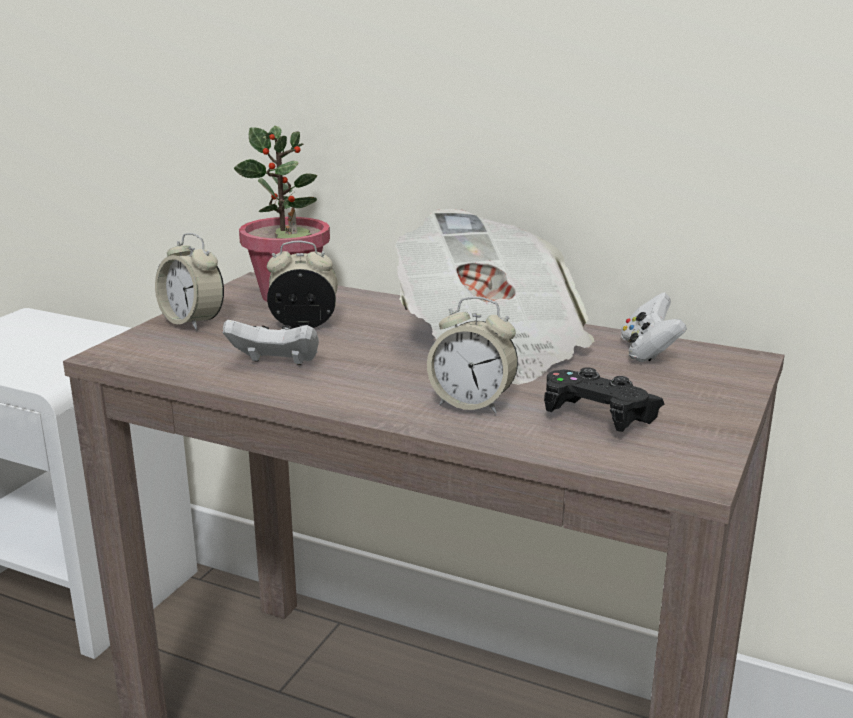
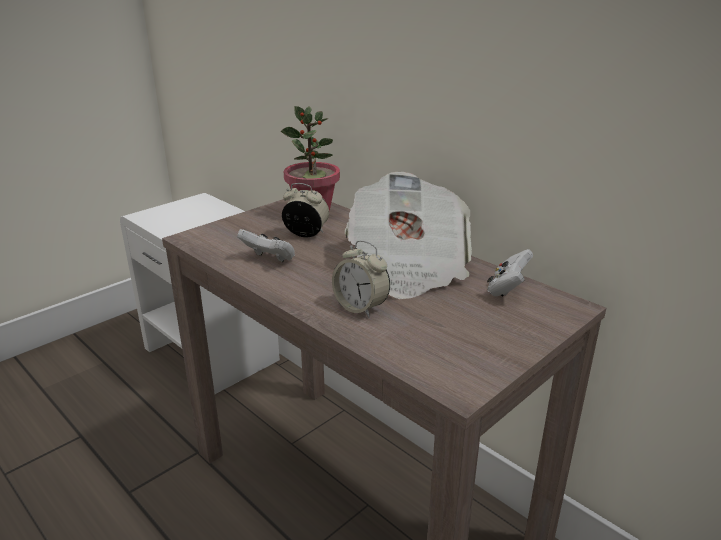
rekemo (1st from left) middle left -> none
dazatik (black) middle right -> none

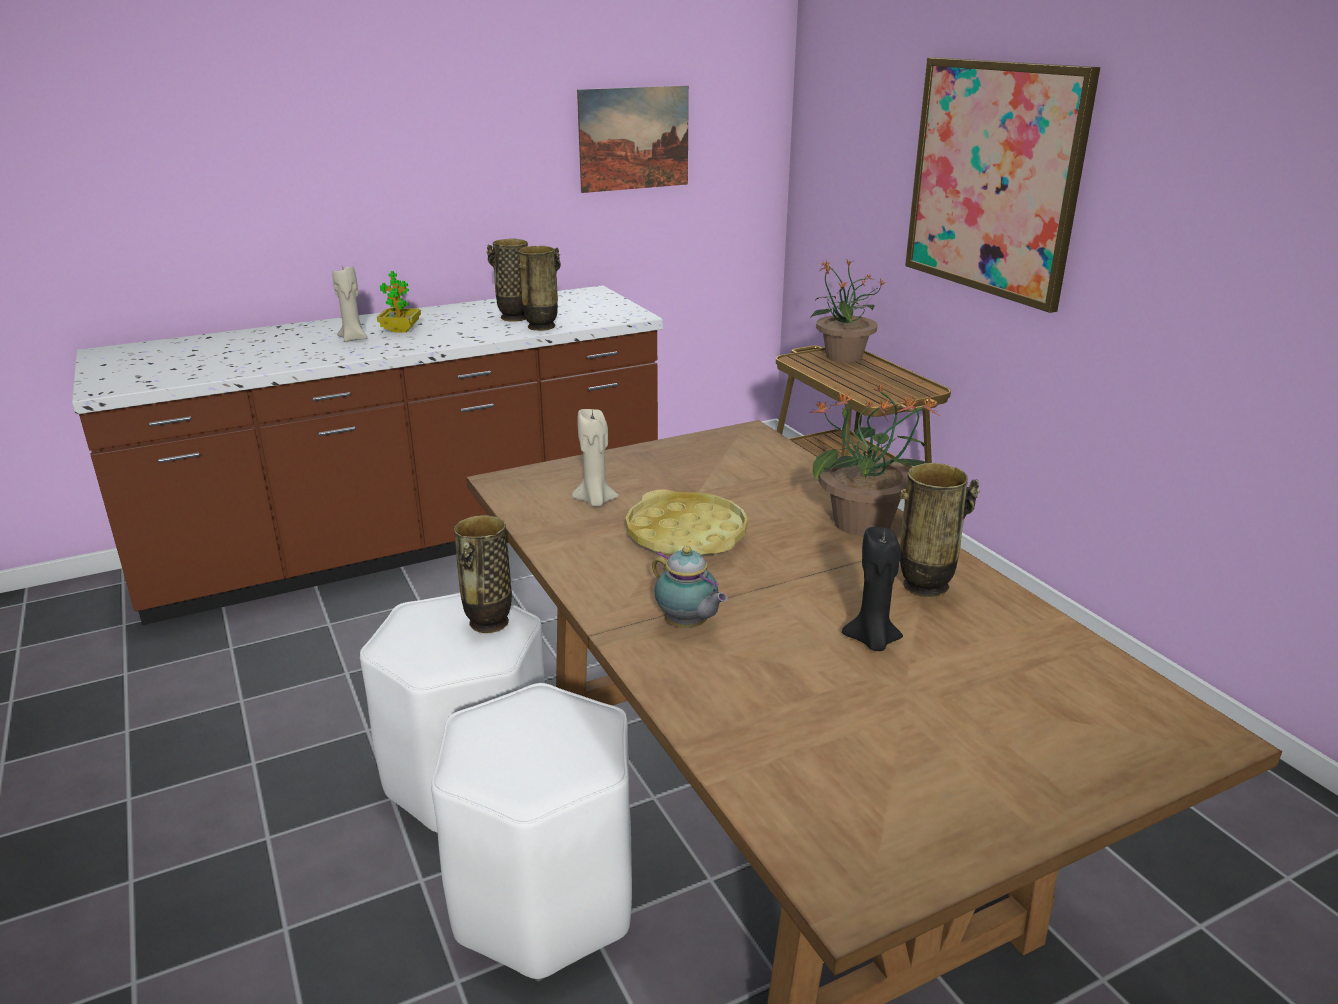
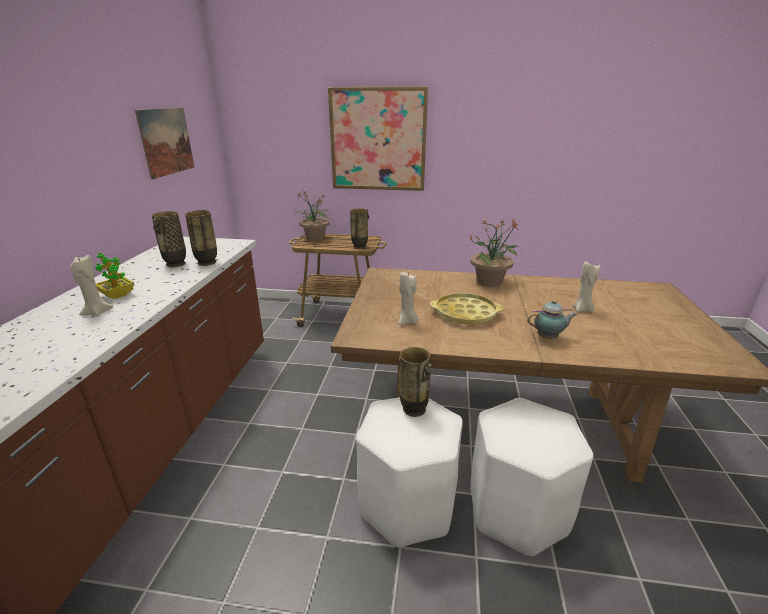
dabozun (4th from left in the first image) middle right -> dabozun (3rd from left) centre, move
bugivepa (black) centre -> bugivepa (beige) (3rd from left) middle right

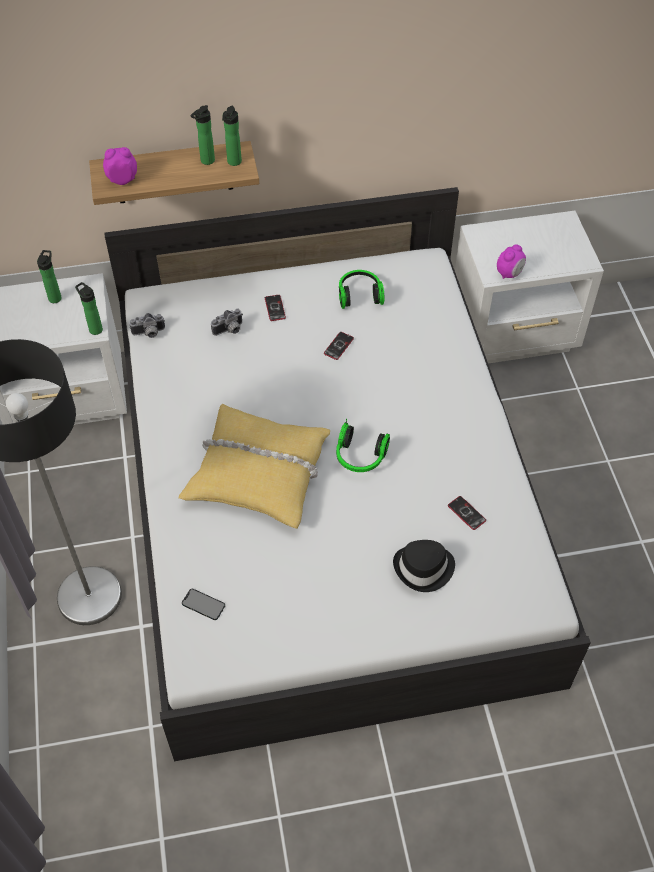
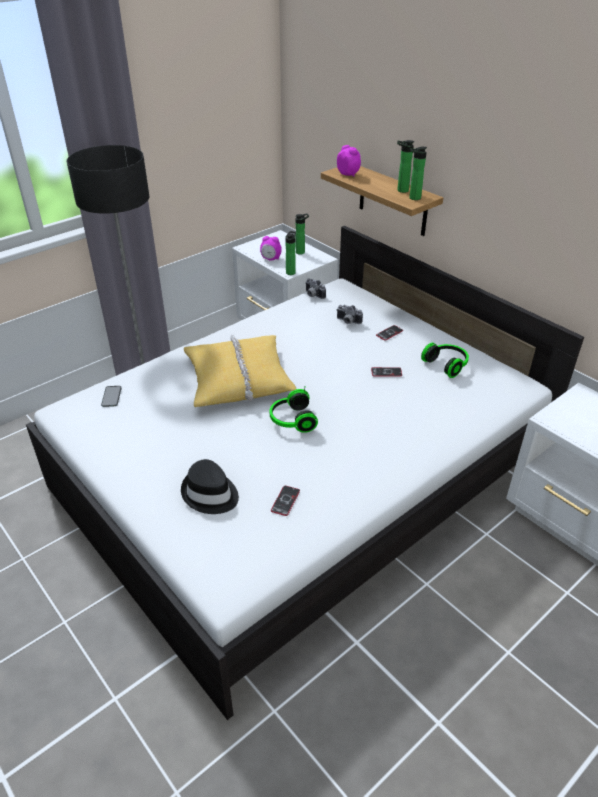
rekemo (2nd from left in the first image) top right -> rekemo (1st from left) top centre, move

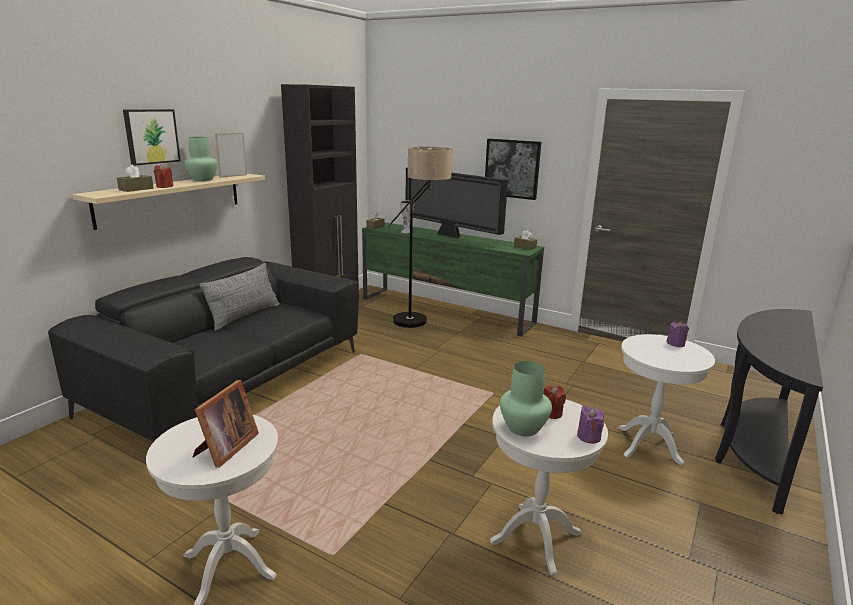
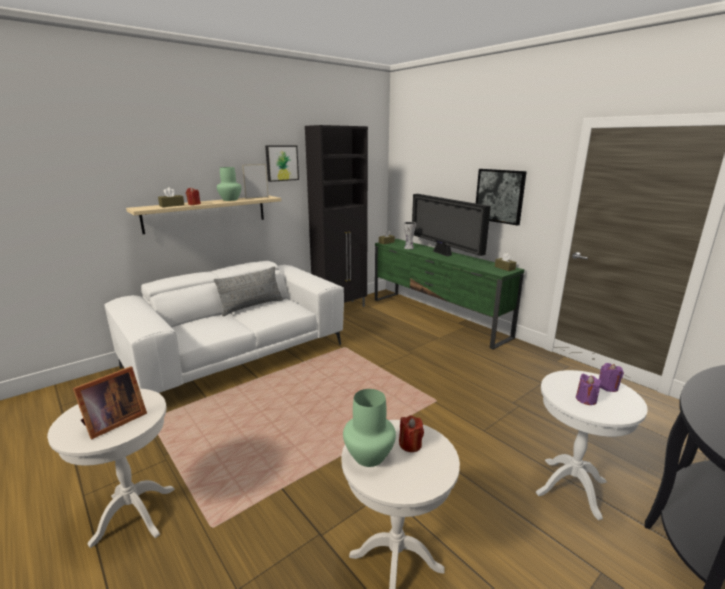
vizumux (1st from left) top left -> vizumux (1st from left) top centre, move
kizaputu centre -> none
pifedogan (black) middle left -> pifedogan (white) middle left
bugivepa (purple) (1st from left) bottom right -> bugivepa (purple) (1st from left) middle right, move

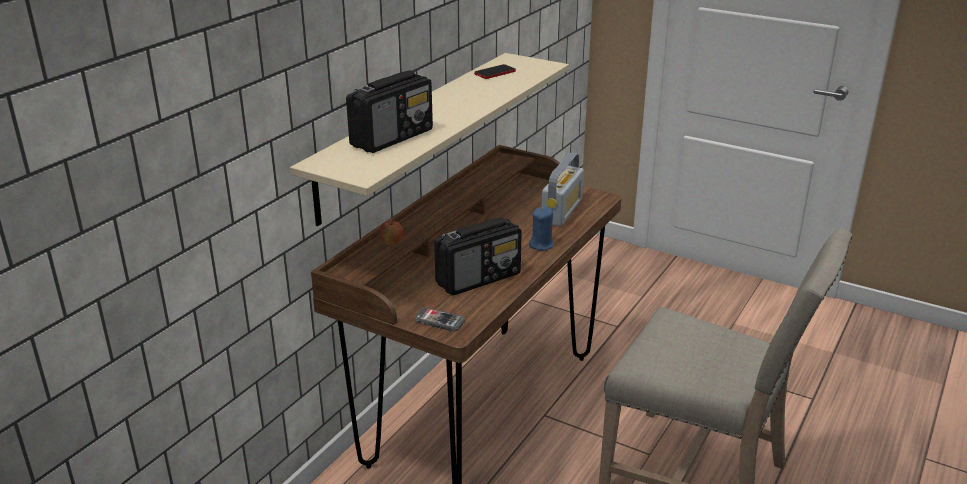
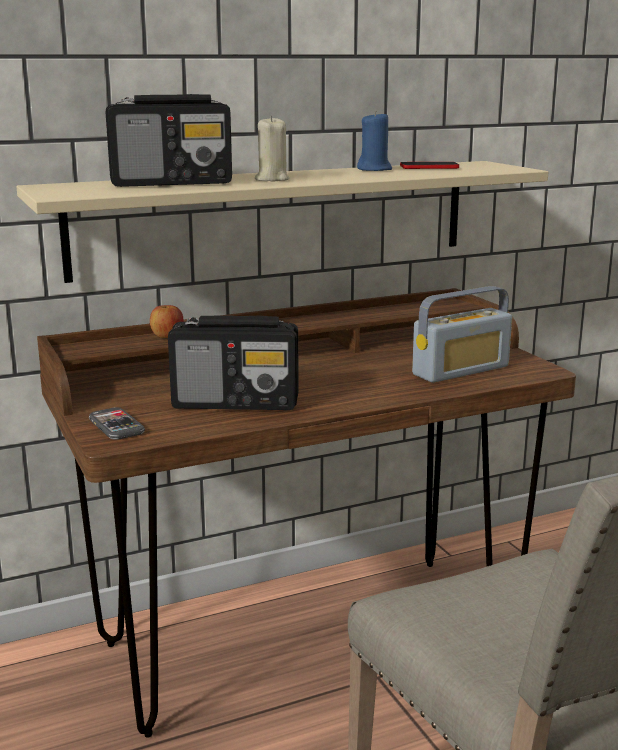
bugivepa (blue) centre -> bugivepa (blue) top centre, move
none -> bugivepa (beige) top centre

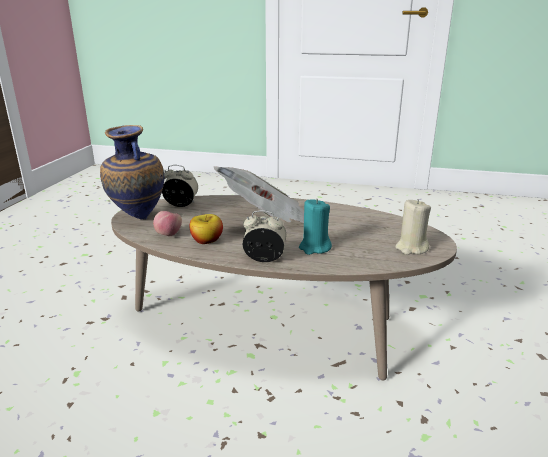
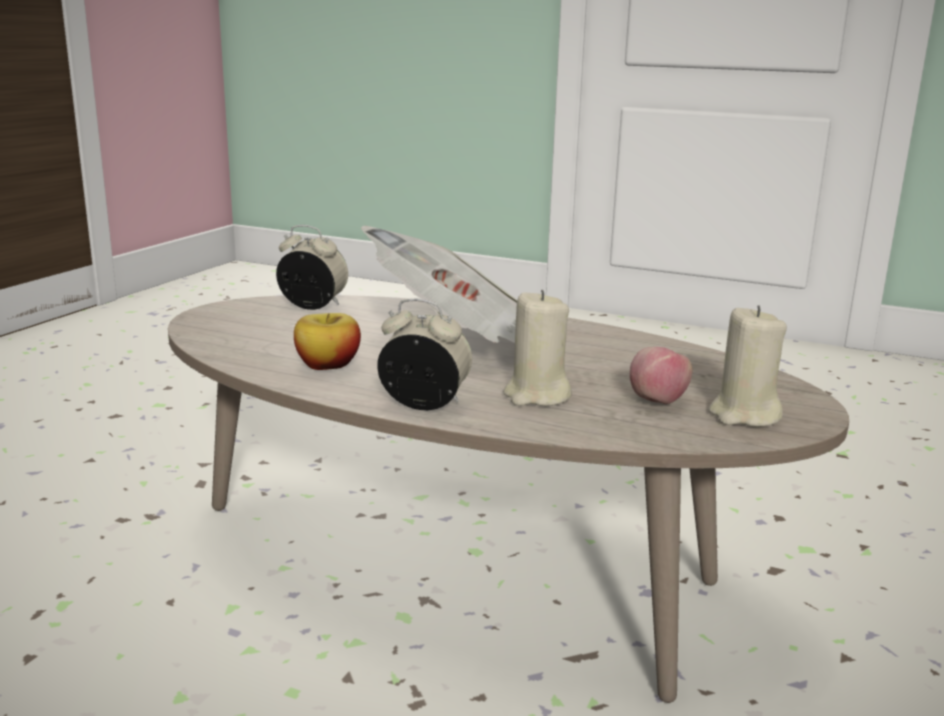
dabozun middle left -> none
bugivepa (turquoise) centre -> bugivepa (beige) (1st from left) centre
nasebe (1st from left in the first image) middle left -> nasebe (2nd from left) middle right, move

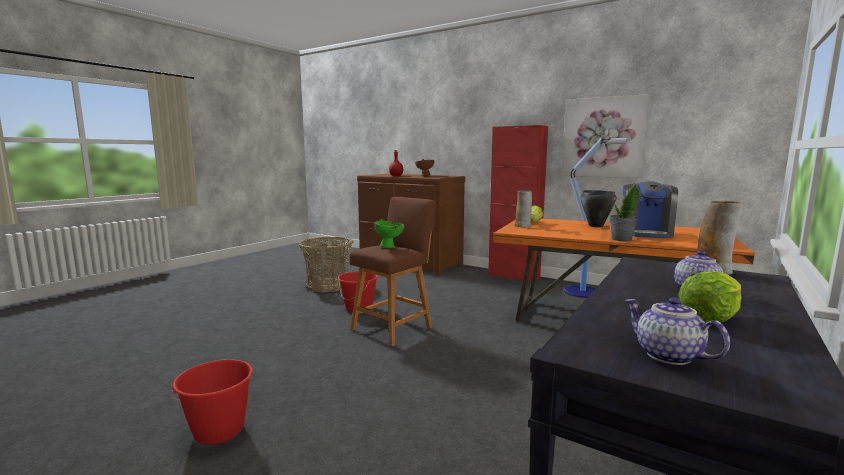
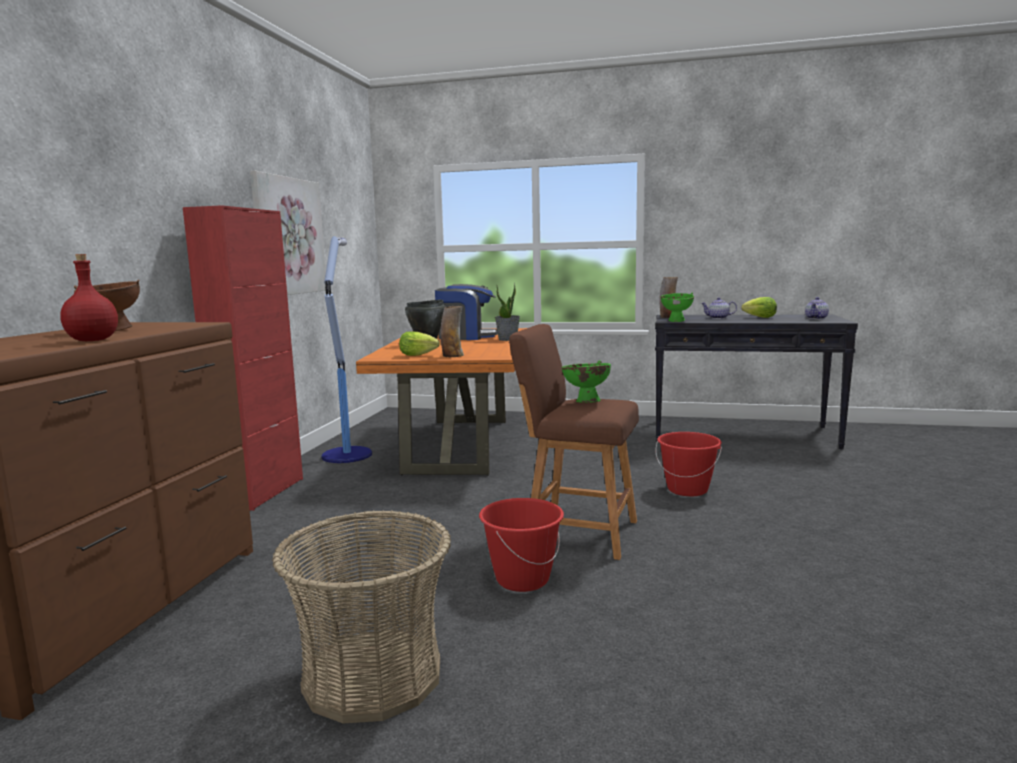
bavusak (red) (1st from left in the first image) bottom left -> bavusak (red) (2nd from left) middle right, move
none -> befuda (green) (2nd from left) centre

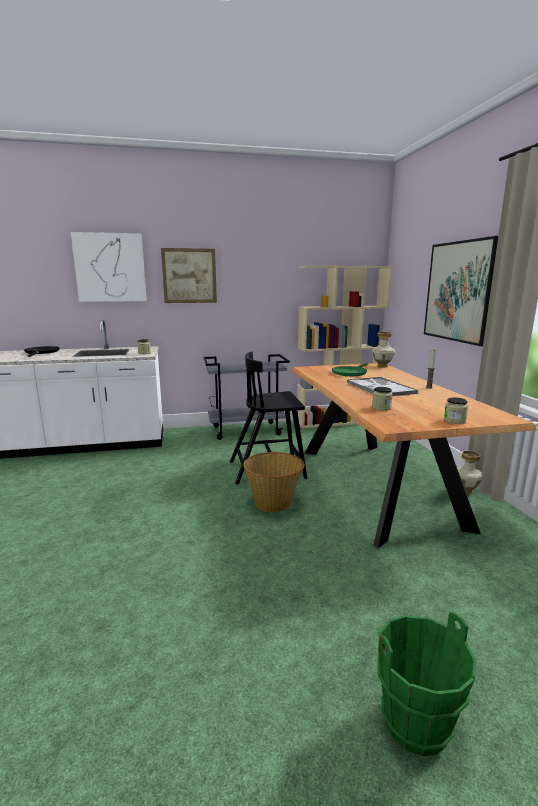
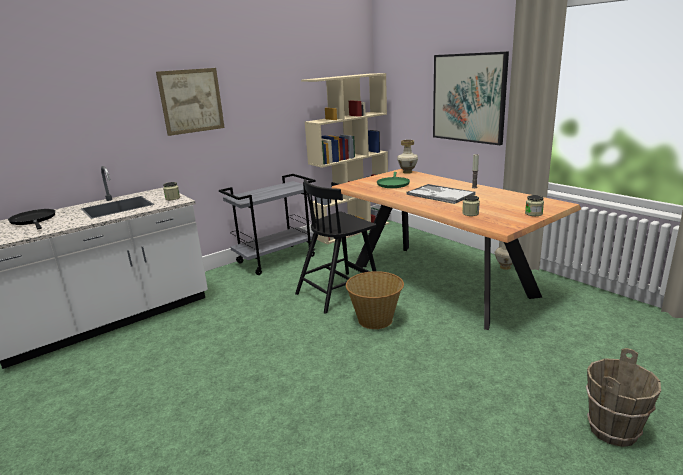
vizumux (1st from left) top left -> none
bavusak (green) bottom right -> bavusak (brown) bottom right

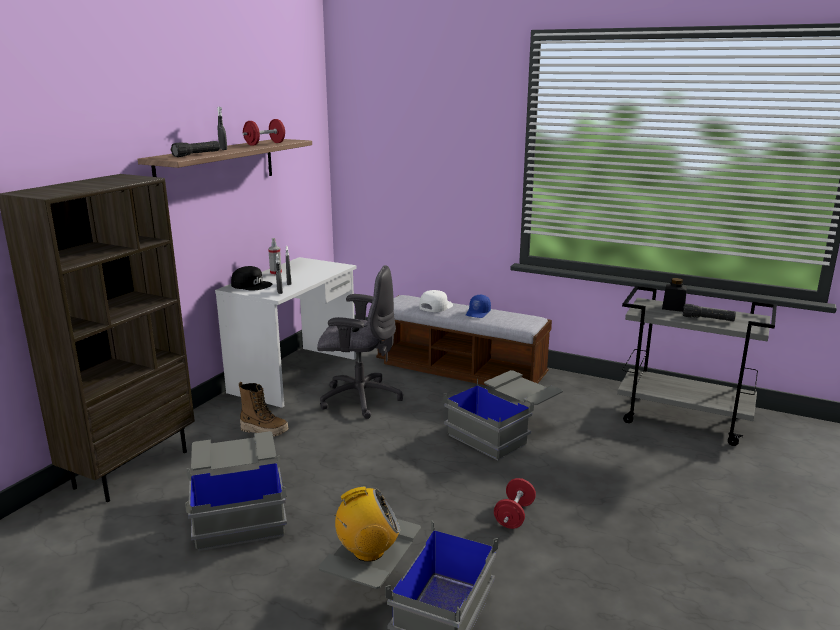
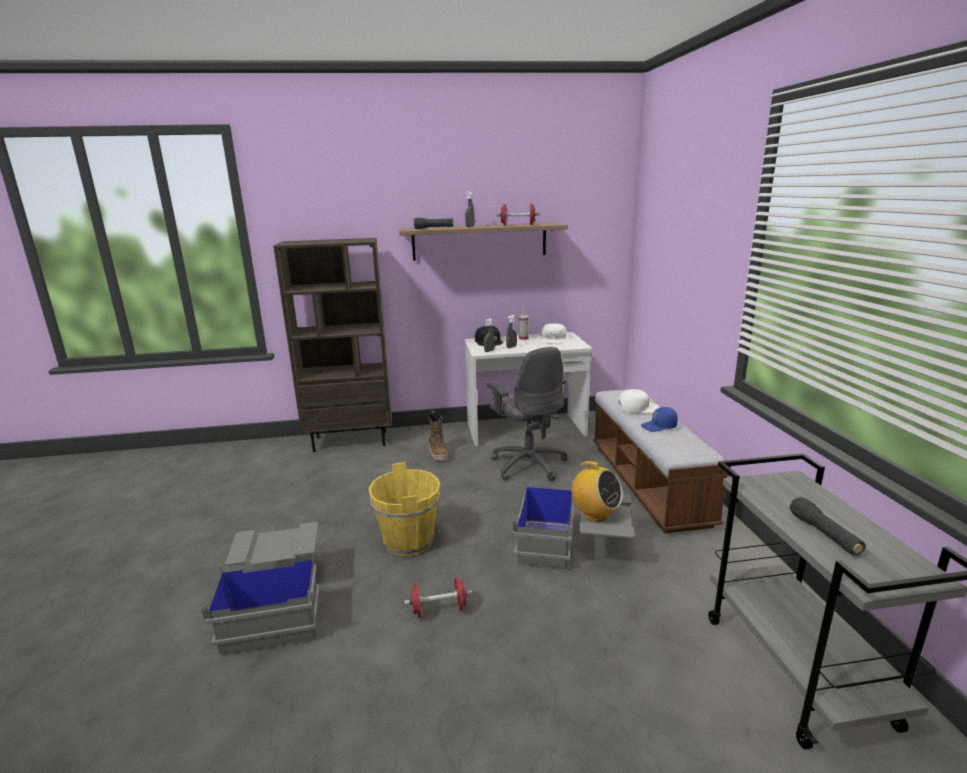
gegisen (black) middle right -> none
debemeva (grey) (1st from left) bottom left -> none
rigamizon bottom centre -> rigamizon centre, move
none -> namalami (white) (1st from left) centre
none -> bavusak (yellow) centre

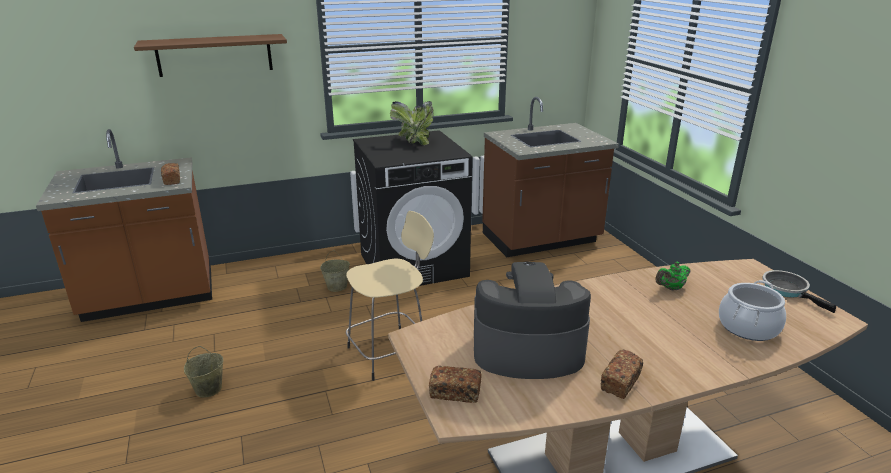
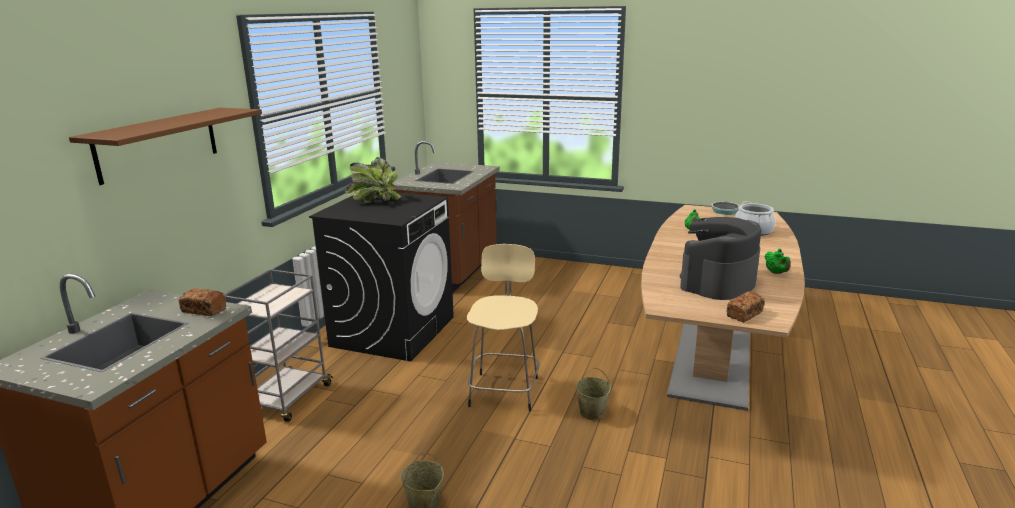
bavusak (beige) (2nd from left) centre -> bavusak (beige) (2nd from left) bottom centre, move
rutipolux (3rd from left) bottom right -> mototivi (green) (2nd from left) middle right
none -> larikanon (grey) bottom left

